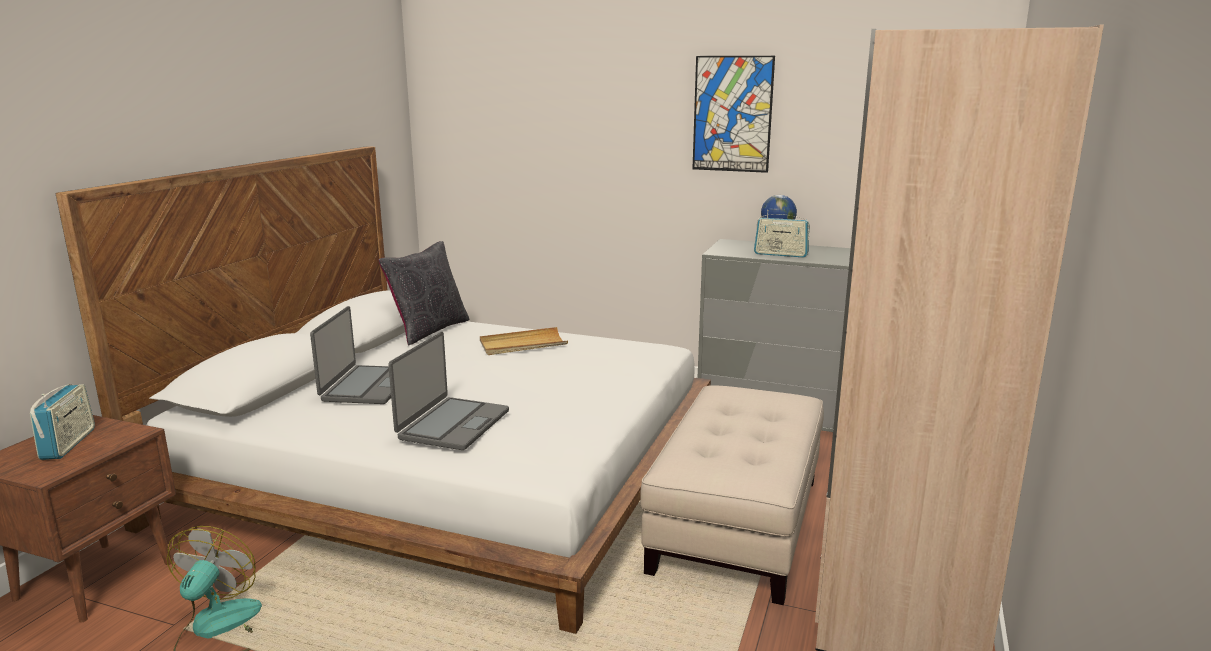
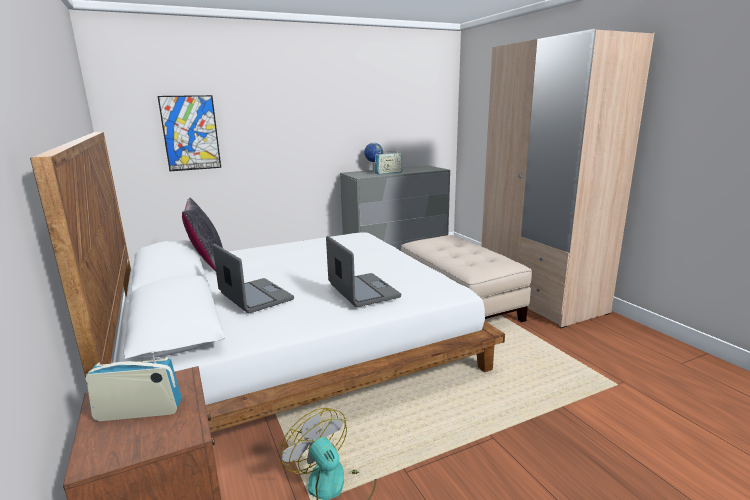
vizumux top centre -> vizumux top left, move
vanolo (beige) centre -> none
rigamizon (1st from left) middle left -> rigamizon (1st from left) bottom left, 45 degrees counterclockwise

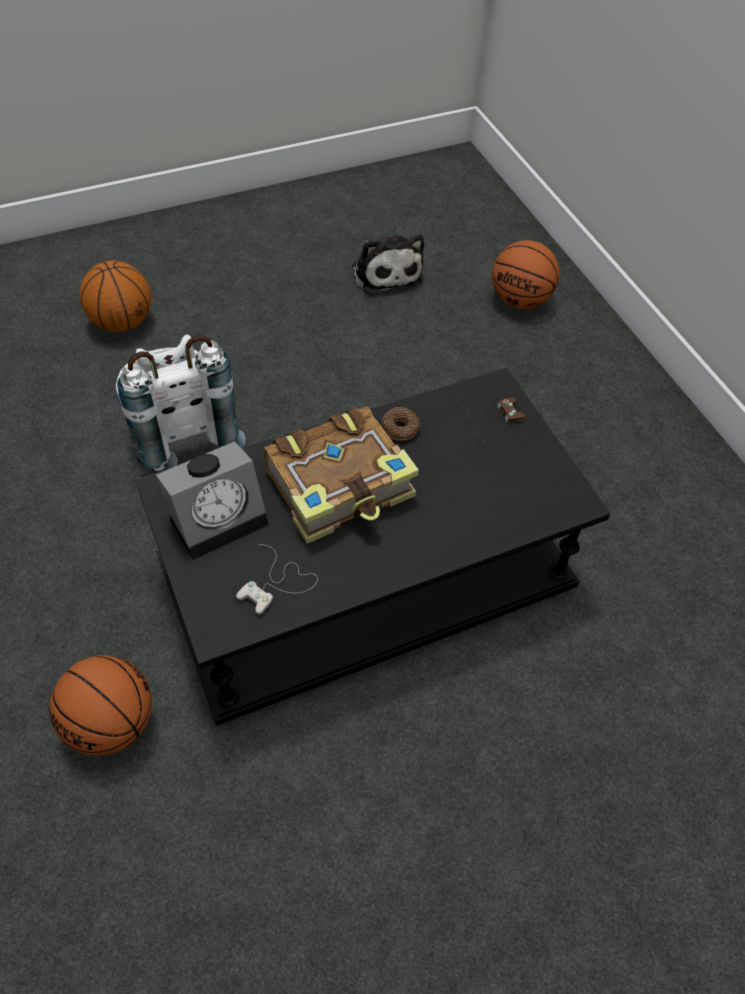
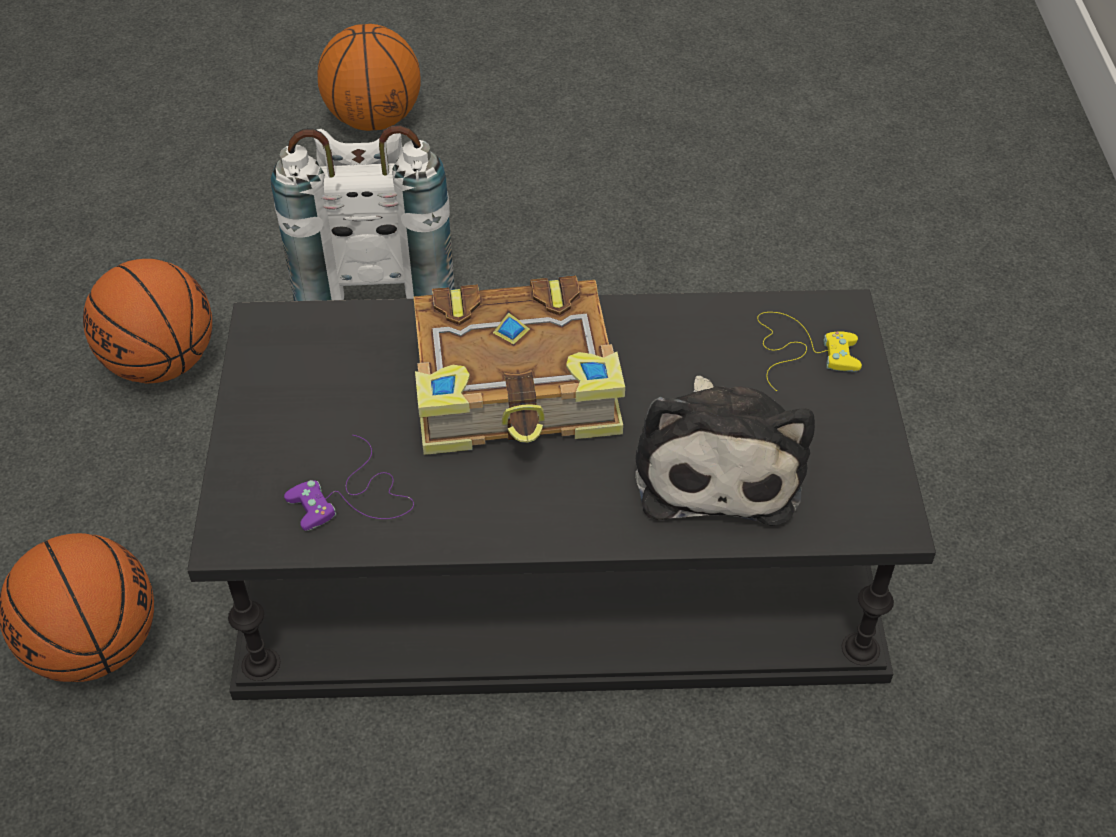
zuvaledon top centre -> zuvaledon centre, move
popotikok (3rd from left in the first image) top right -> popotikok (2nd from left) middle left, move
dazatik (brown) centre -> dazatik (yellow) middle right
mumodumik centre -> none
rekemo middle left -> none
dazatik (white) centre -> dazatik (purple) middle left

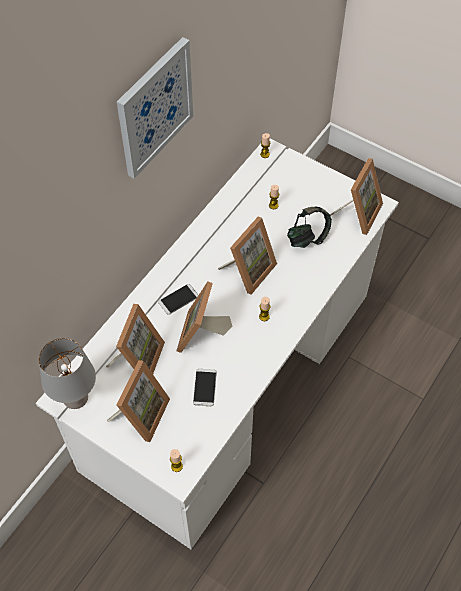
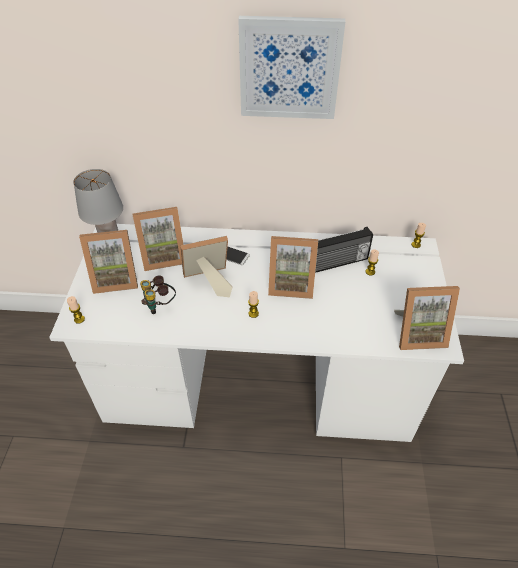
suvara middle right -> none
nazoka (2nd from left) centre -> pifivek middle left
none -> rigamizon centre

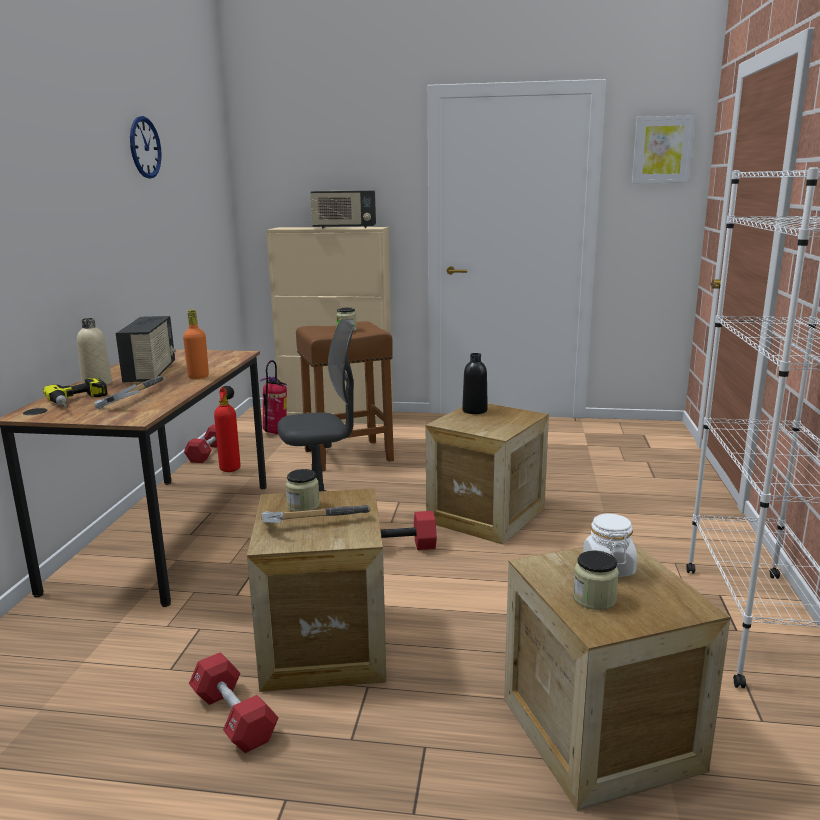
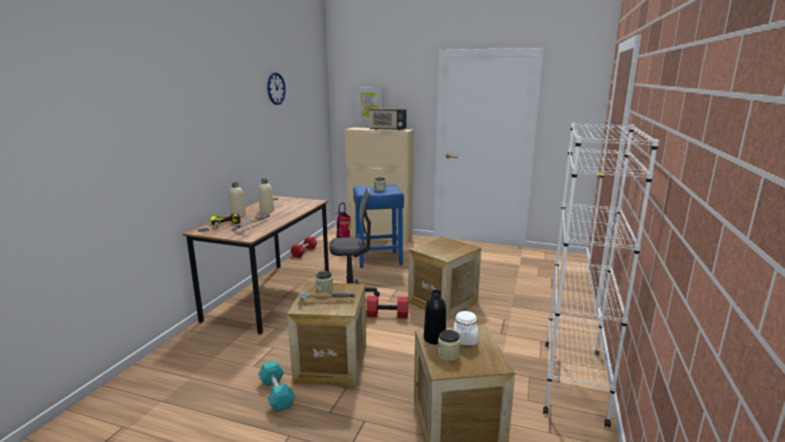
vizumux top right -> vizumux top centre, move
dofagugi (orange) middle left -> none
rigamizon (1st from left) middle left -> dofagugi (beige) (2nd from left) centre
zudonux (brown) centre -> zudonux (blue) centre
dofagugi (black) centre -> dofagugi (black) bottom centre, move
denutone (1st from left) middle left -> none
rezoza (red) (2nd from left) bottom left -> rezoza (turquoise) bottom centre

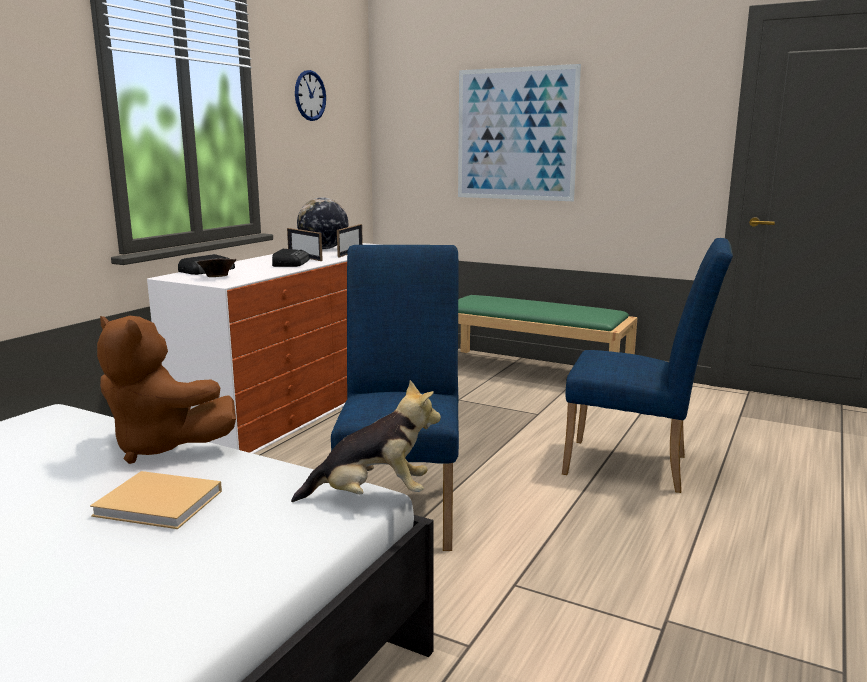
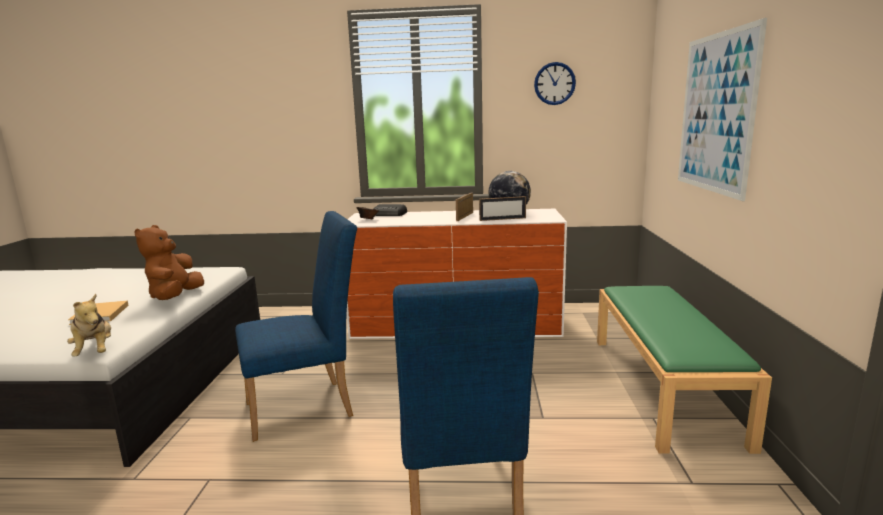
rigamizon (2nd from left) centre -> none

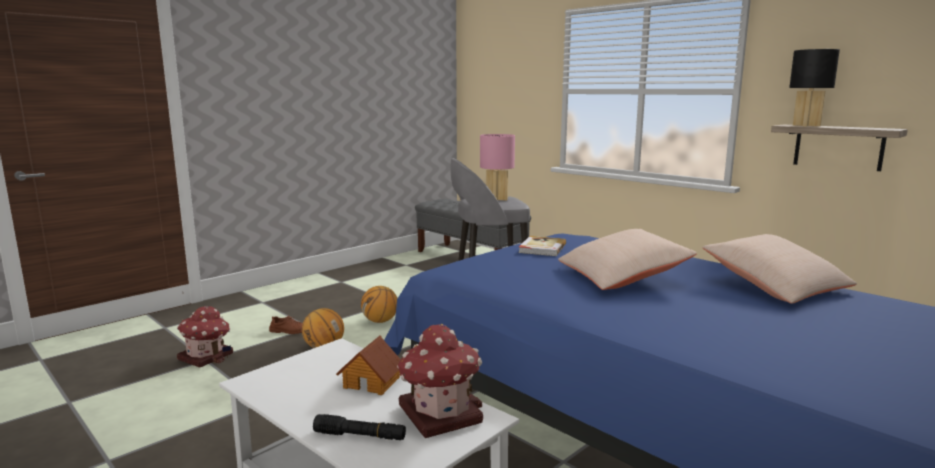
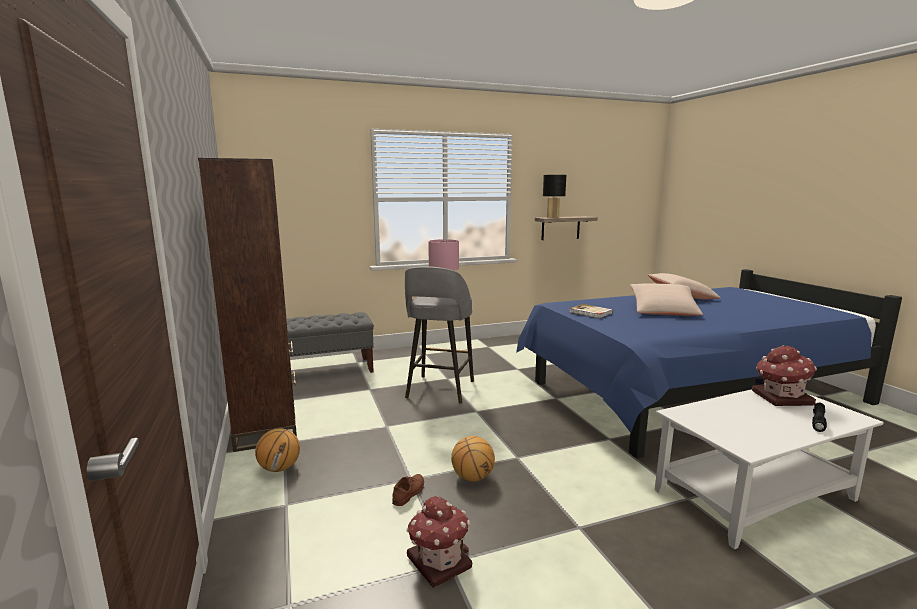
popotikok (2nd from left in the first image) centre -> popotikok (1st from left) bottom left, move
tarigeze (2nd from left) bottom centre -> none
none -> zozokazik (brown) middle left

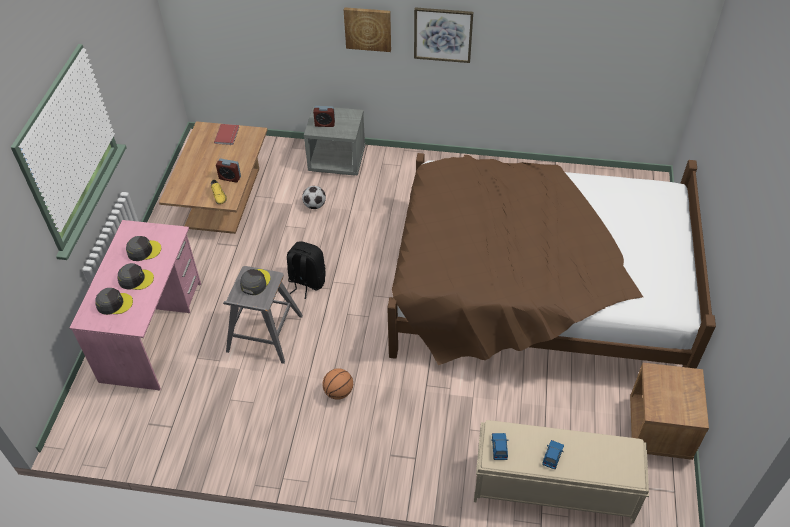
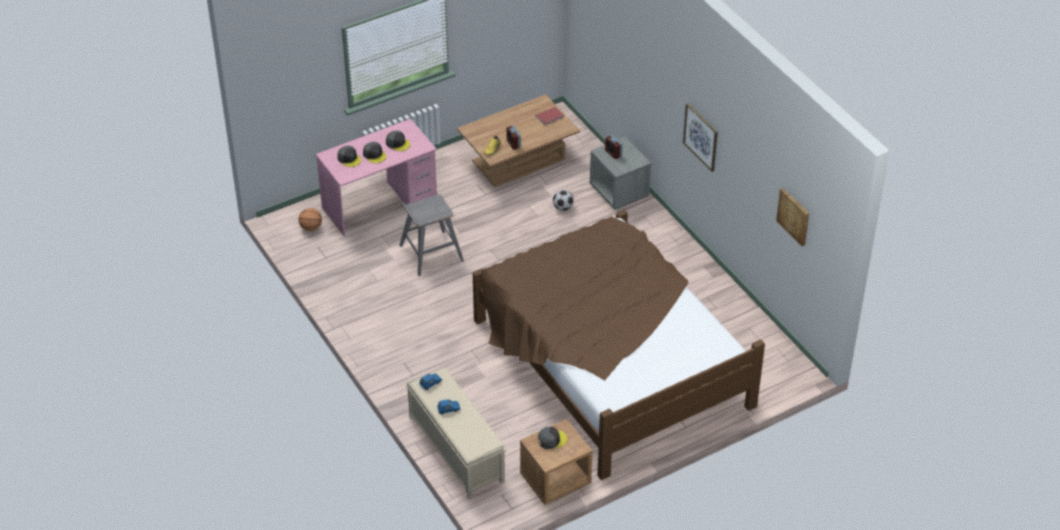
vizumux (1st from left in the first image) top centre -> vizumux (2nd from left) middle right, move
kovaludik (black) centre -> none
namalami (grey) (4th from left) middle left -> namalami (grey) (4th from left) bottom centre, move
popotikok bottom centre -> popotikok middle left, move

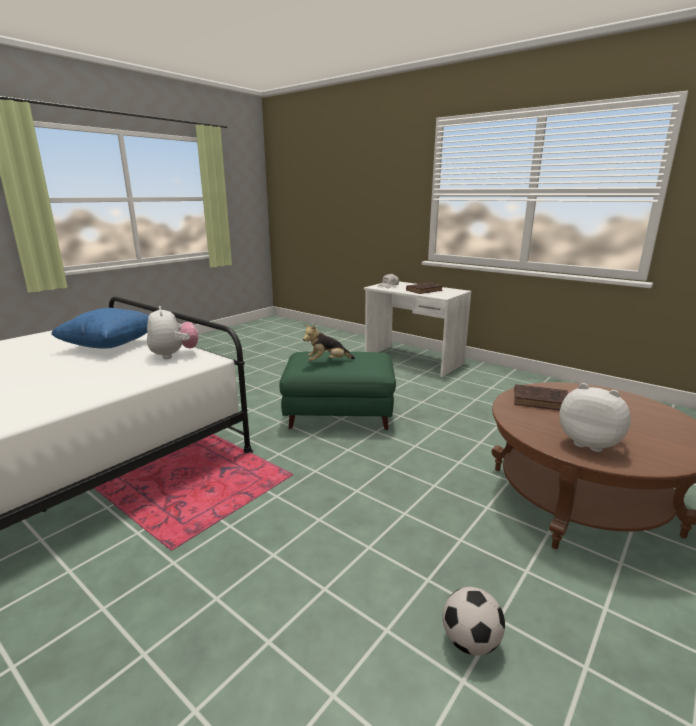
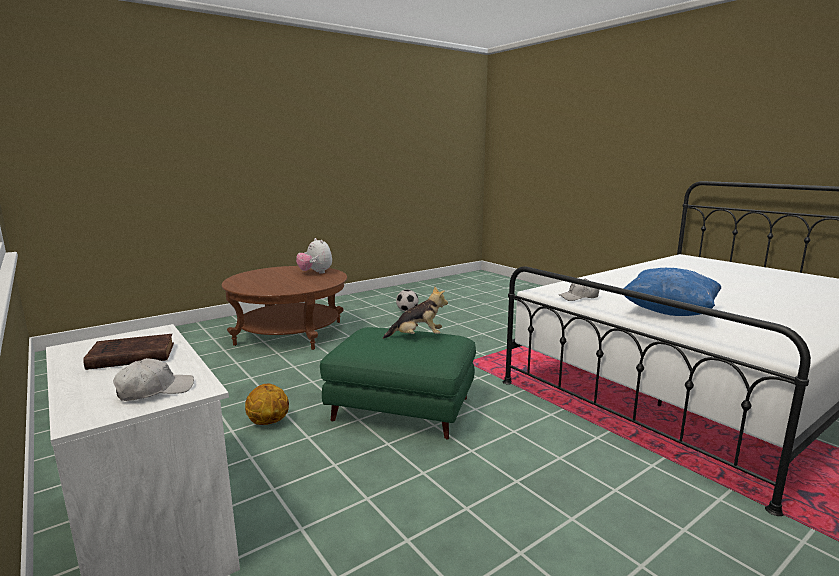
zuvaledon (1st from left) middle left -> namalami (white) (2nd from left) middle right
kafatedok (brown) (2nd from left) middle right -> none
none -> popotikok bottom left

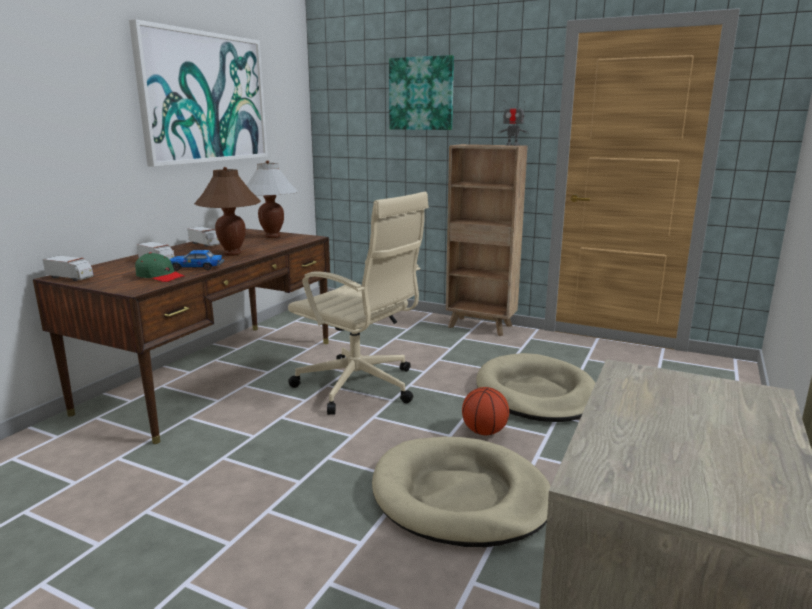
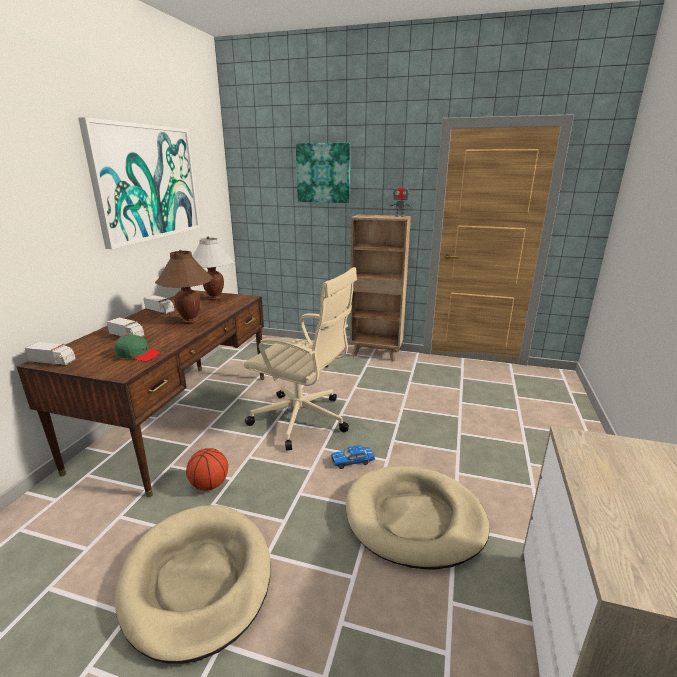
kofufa middle left -> kofufa bottom centre, move
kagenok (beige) (2nd from left in the first image) centre -> kagenok (beige) (1st from left) bottom left, move
popotikok bottom centre -> popotikok bottom left, move

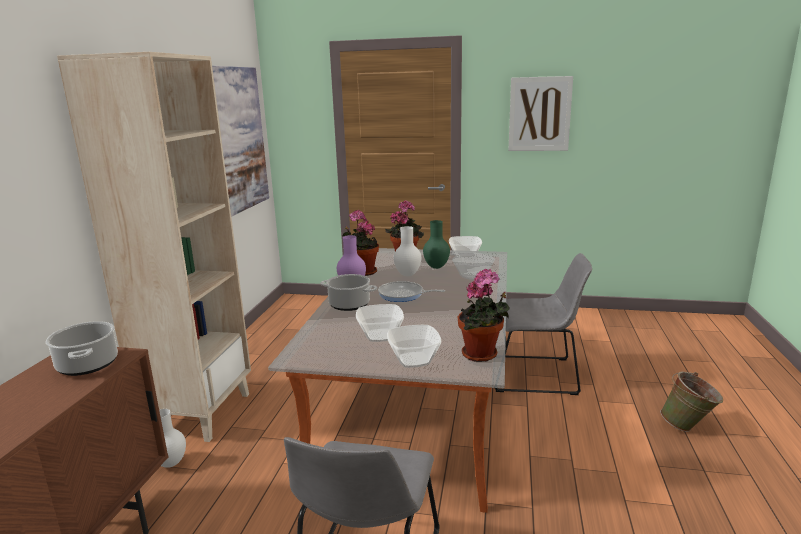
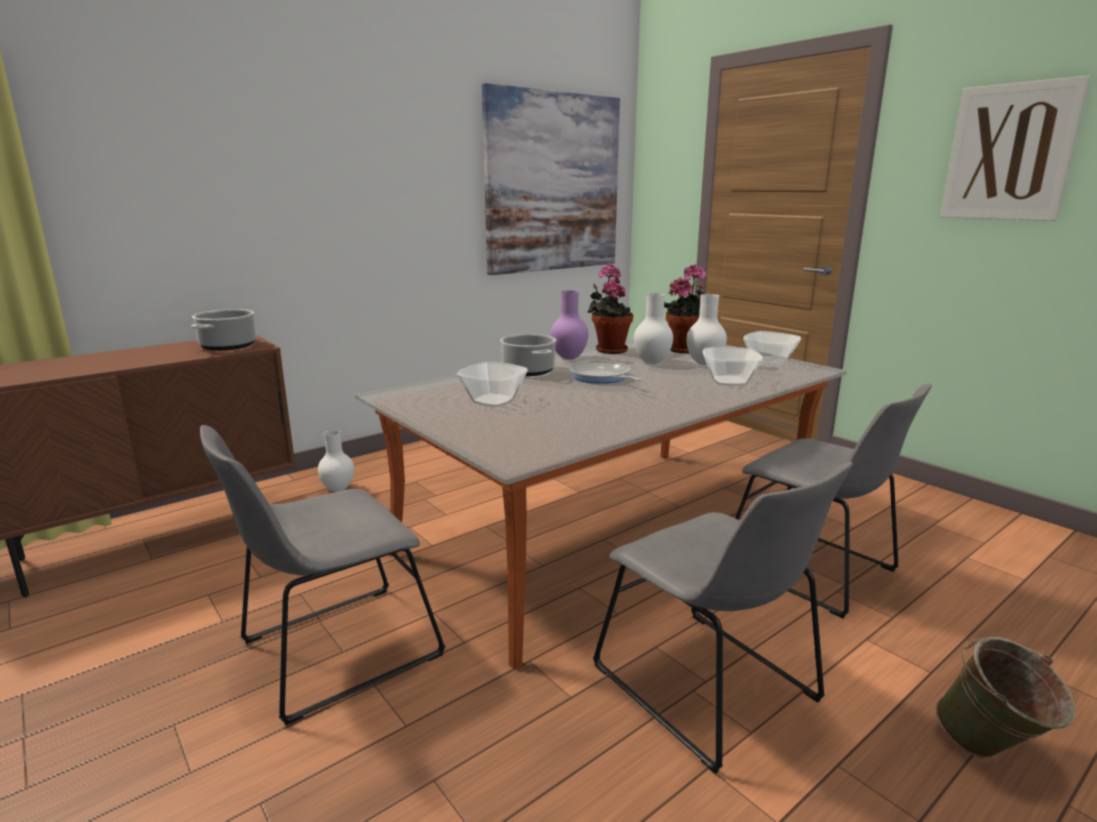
zozokazik (beige) middle left -> none
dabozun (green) centre -> dabozun (white) (3rd from left) centre
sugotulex (3rd from left) centre -> none
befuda (2nd from left) centre -> none
none -> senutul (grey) (2nd from left) bottom centre

